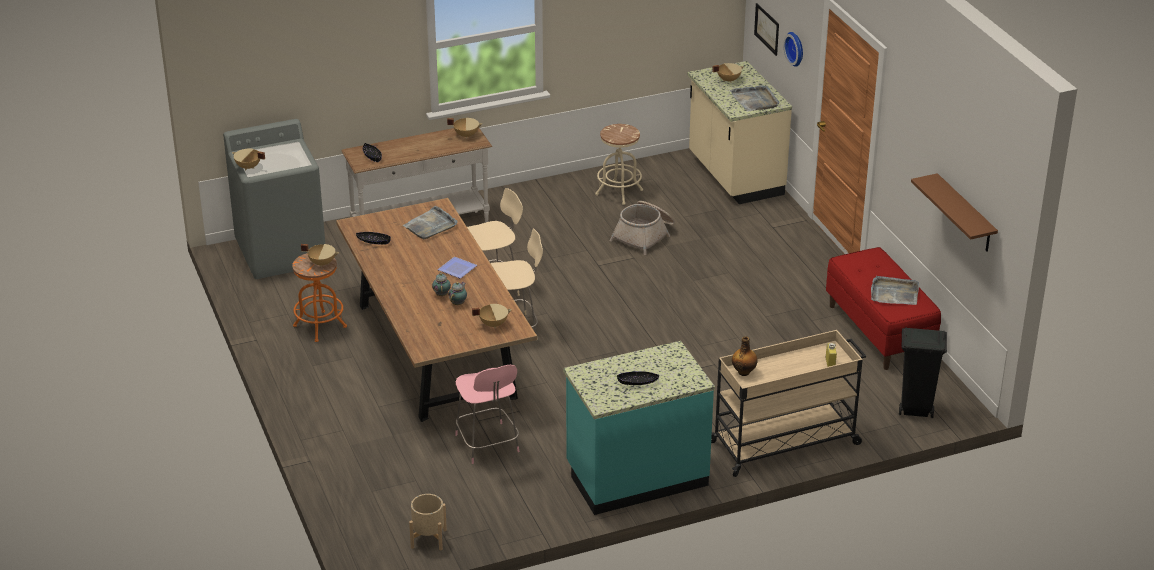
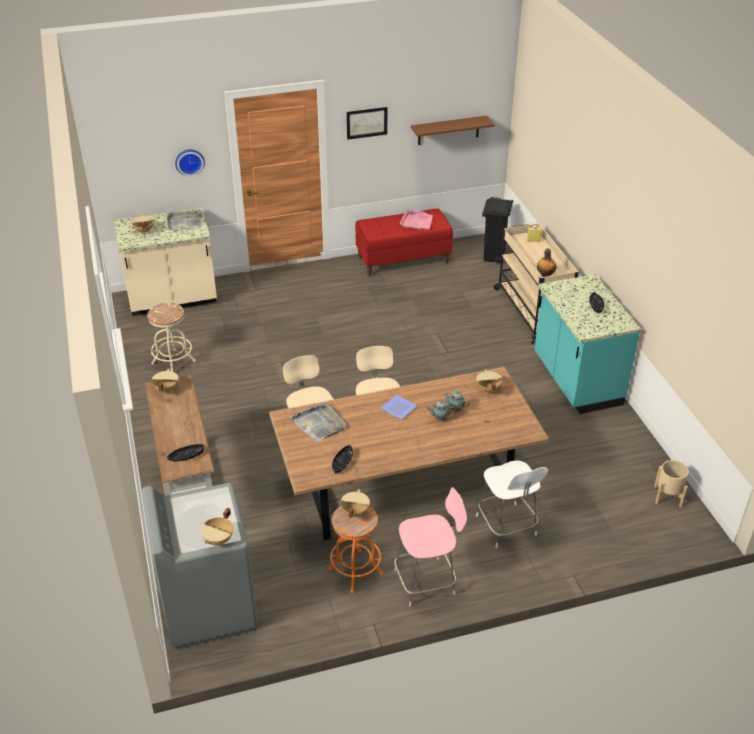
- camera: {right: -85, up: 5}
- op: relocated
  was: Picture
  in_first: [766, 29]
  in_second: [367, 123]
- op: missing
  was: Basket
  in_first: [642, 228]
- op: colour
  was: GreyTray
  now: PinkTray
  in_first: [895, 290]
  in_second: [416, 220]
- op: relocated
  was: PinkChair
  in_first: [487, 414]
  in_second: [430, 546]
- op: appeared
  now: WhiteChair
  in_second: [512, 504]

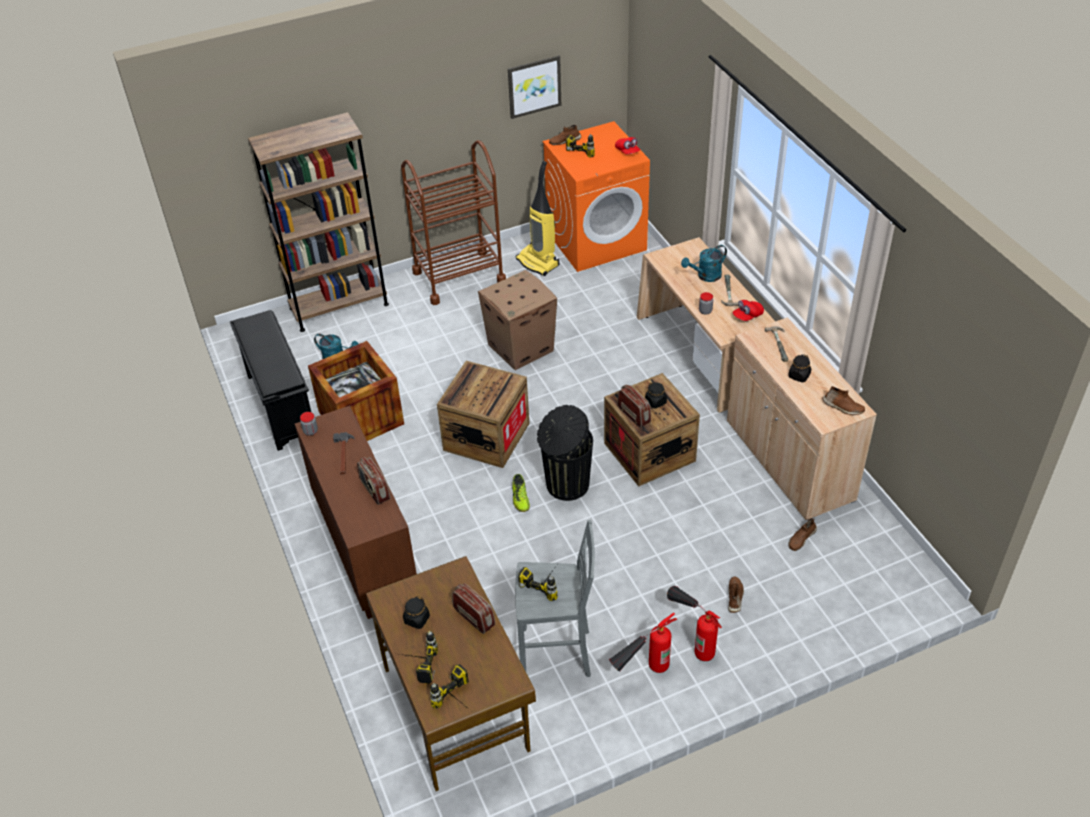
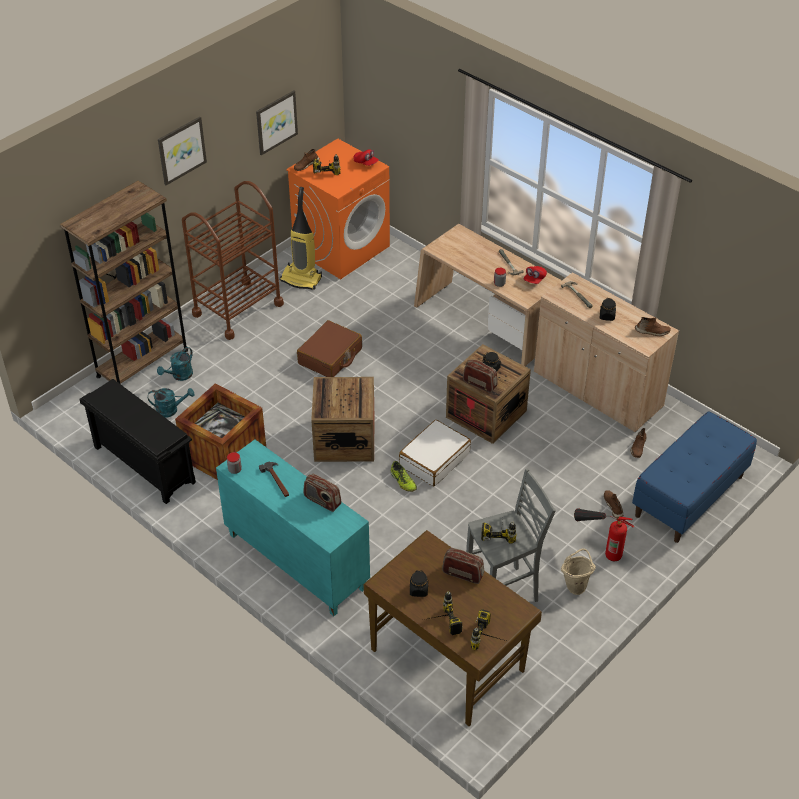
- camera: {right: -25, up: 0}
- op: relocated
  was: TurquoiseWateringCan
  in_first: [704, 263]
  in_second: [175, 364]
- op: exchanged
  was: CardboardBox
  now: BrownSuitcase
  in_first: [517, 320]
  in_second: [329, 348]
- op: exchanged
  was: BlackTrashCan
  now: WhiteSuitcase
  in_first: [565, 453]
  in_second: [435, 453]
- op: colour
  was: BrownCabinet
  now: TurquoiseCabinet
  in_first: [356, 512]
  in_second: [293, 527]
- op: exchanged
  was: FireExtinguisher
  now: BeigeBucket
  in_first: [643, 642]
  in_second: [578, 572]
- op: appeared
  now: Picture
  in_second: [182, 151]
- op: appeared
  now: BlueBench
  in_second: [694, 477]

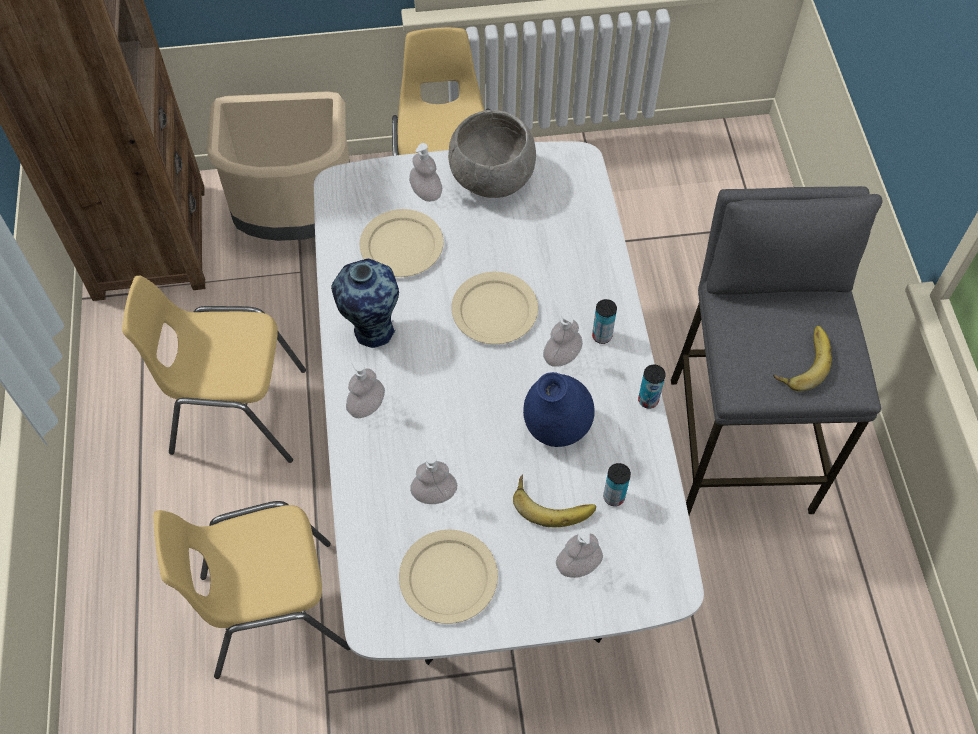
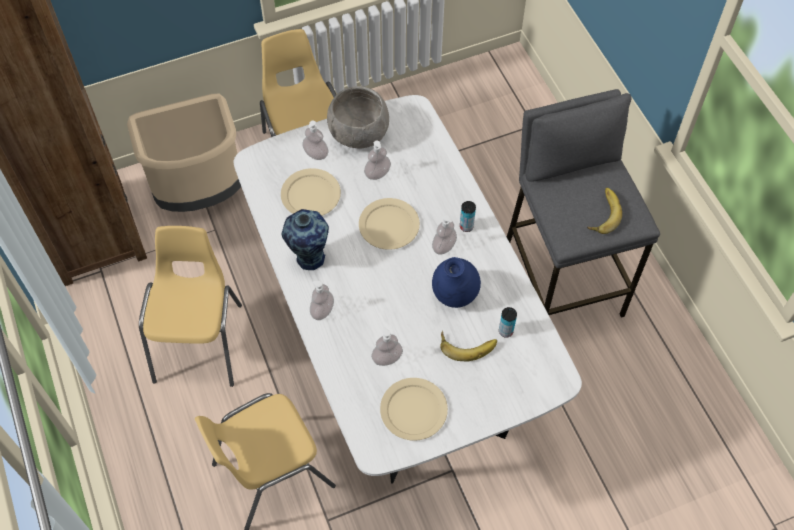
- camera: {right: -15, up: 0}
- op: spun
  was: YellowChair
  in_first: [214, 369]
  in_second: [190, 306]
  clockwise: 105
- op: missing
  was: Can
  in_first: [652, 386]
- op: relocated
  was: SoapDispenser
  in_first: [579, 553]
  in_second: [377, 160]

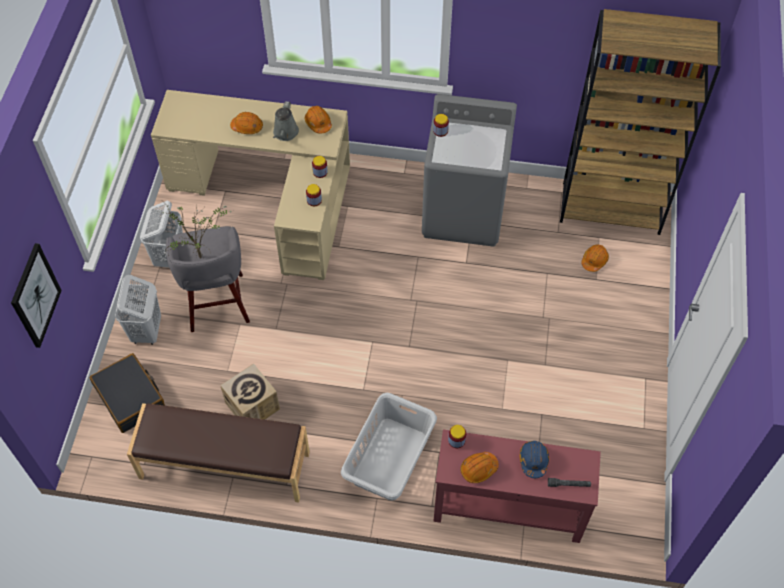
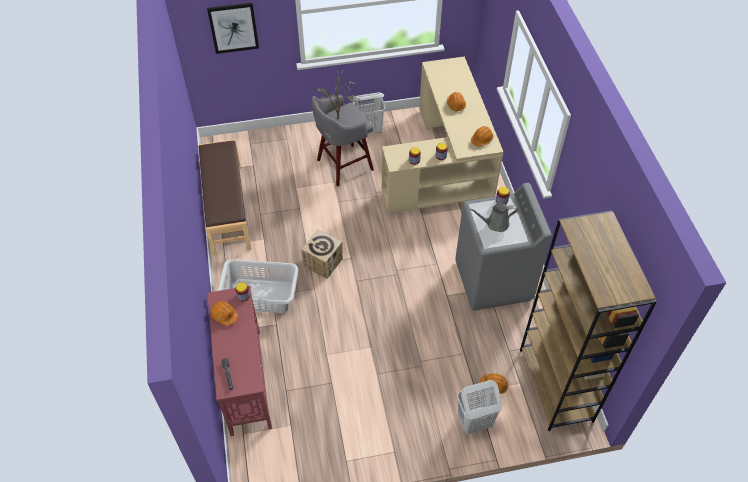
- camera: {right: 70, up: -5}
- op: relocated
  was: GreyWateringCan
  in_first: [286, 121]
  in_second: [493, 217]
- op: relocated
  was: WhiteLaundryBasket
  in_first: [138, 310]
  in_second: [479, 407]
- op: missing
  was: BlackSuitcase
  in_first: [127, 393]
- op: relocated
  was: CardboardBox
  in_first: [250, 392]
  in_second: [322, 254]
- op: missing
  was: BlueHardHat
  in_first: [534, 459]

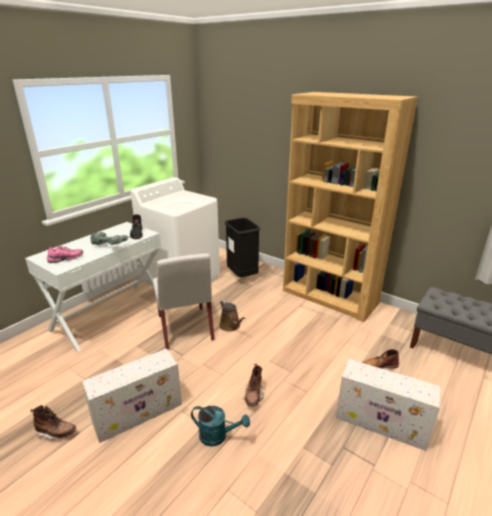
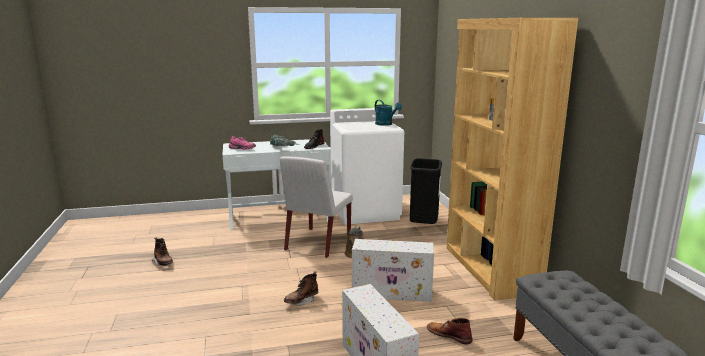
- camera: {right: 40, up: -10}
- op: relocated
  was: WhiteStorageBox
  in_first: [132, 396]
  in_second: [393, 270]
- op: relocated
  was: TurquoiseWateringCan
  in_first: [220, 426]
  in_second: [388, 113]

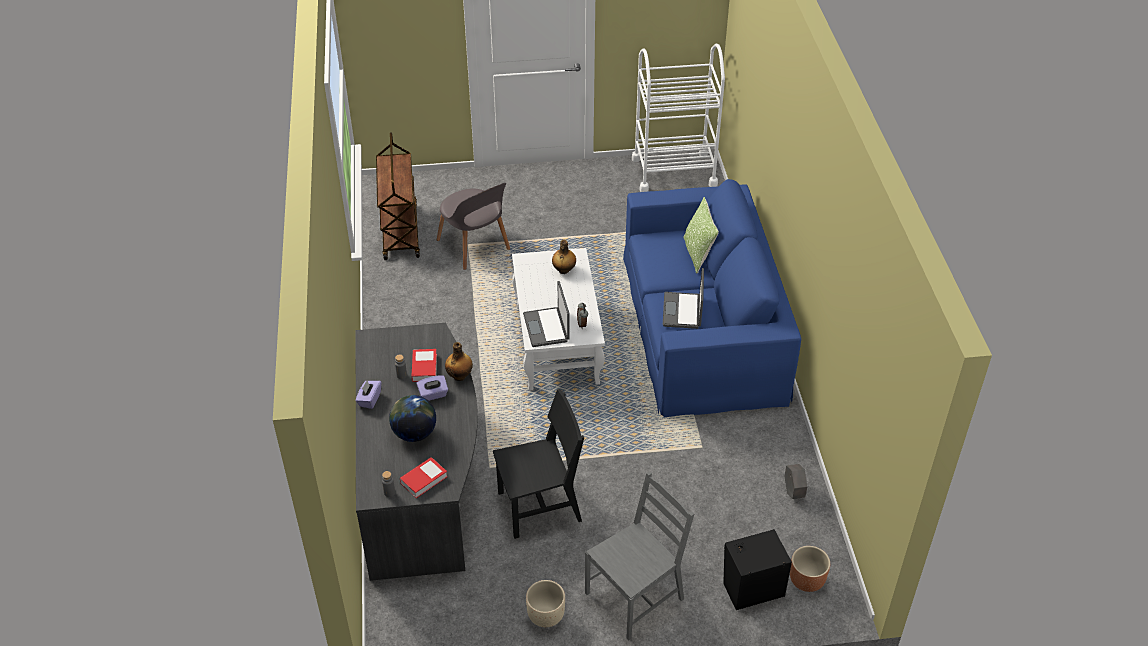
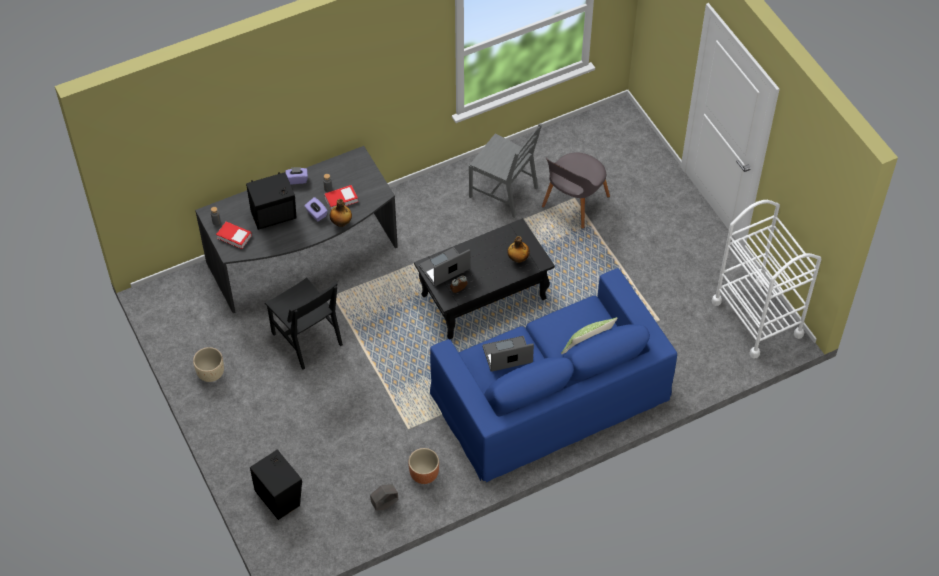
- camera: {right: 70, up: 10}
- op: missing
  was: BrownCart
  in_first: [398, 196]
- op: colour
  was: WhiteCoffeeTable
  now: BlackCoffeeTable
  in_first: [558, 319]
  in_second: [484, 278]
- op: exchanged
  was: Globe
  now: BlackSpeaker
  in_first: [412, 418]
  in_second: [271, 201]
- op: relocated
  was: GreyChair
  in_first: [639, 555]
  in_second: [505, 170]
- op: relocated
  was: BrownPlanter
  in_first: [810, 569]
  in_second: [423, 466]

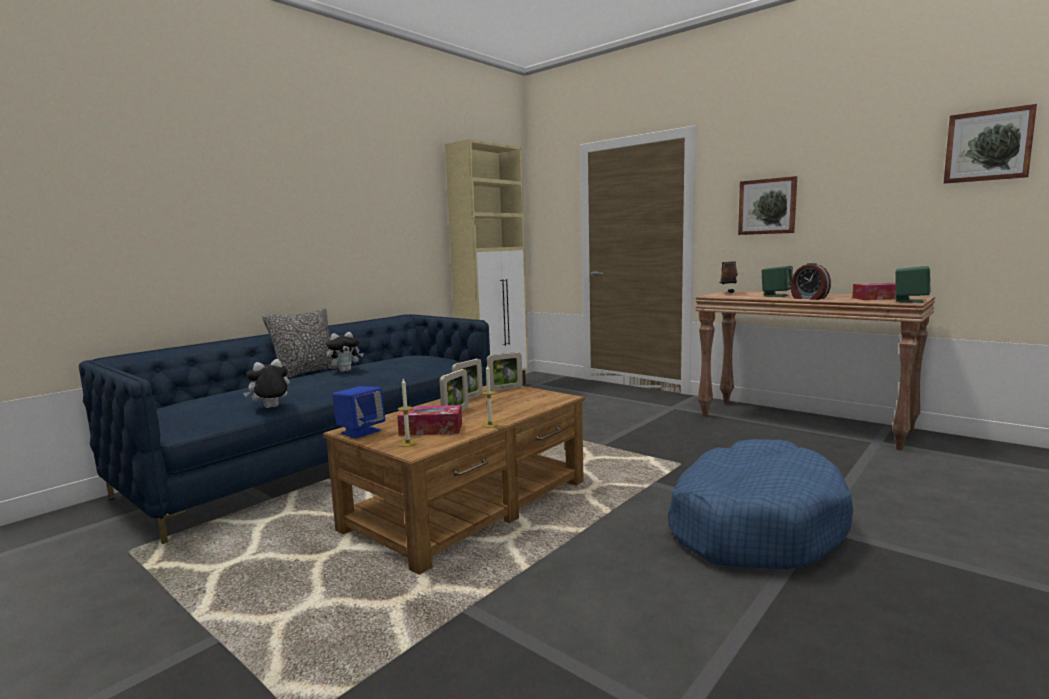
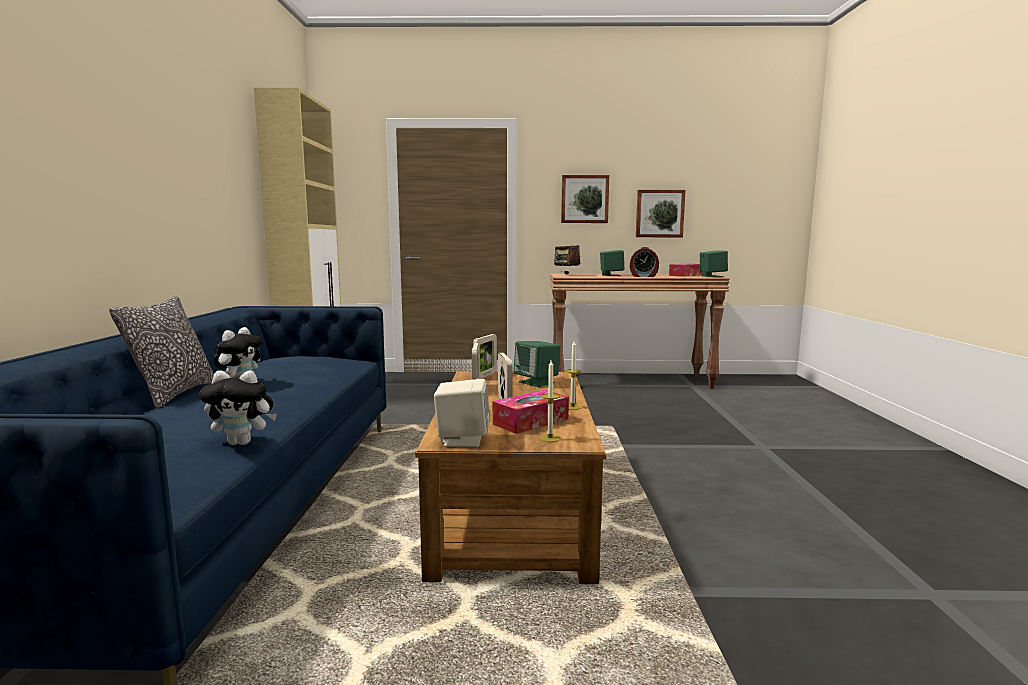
- camera: {right: -40, up: 0}
- op: relocated
  was: Picture
  in_first: [990, 144]
  in_second: [661, 213]
- op: spun
  was: PlushToy
  in_first: [266, 383]
  in_second: [238, 407]
  clockwise: -105
- op: colour
  was: BlueSpeaker
  now: BeigeSpeaker
  in_first: [358, 412]
  in_second: [462, 413]
- op: missing
  was: BlueDogBed
  in_first: [760, 504]
- op: appeared
  now: GreenSpeaker
  in_second: [537, 364]

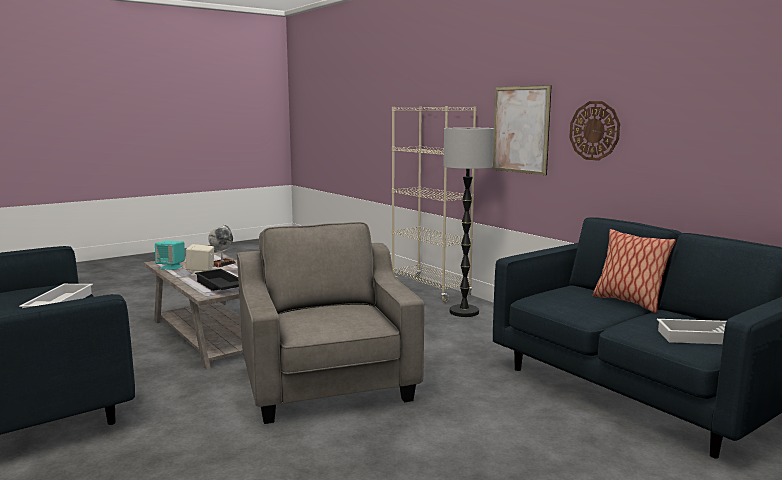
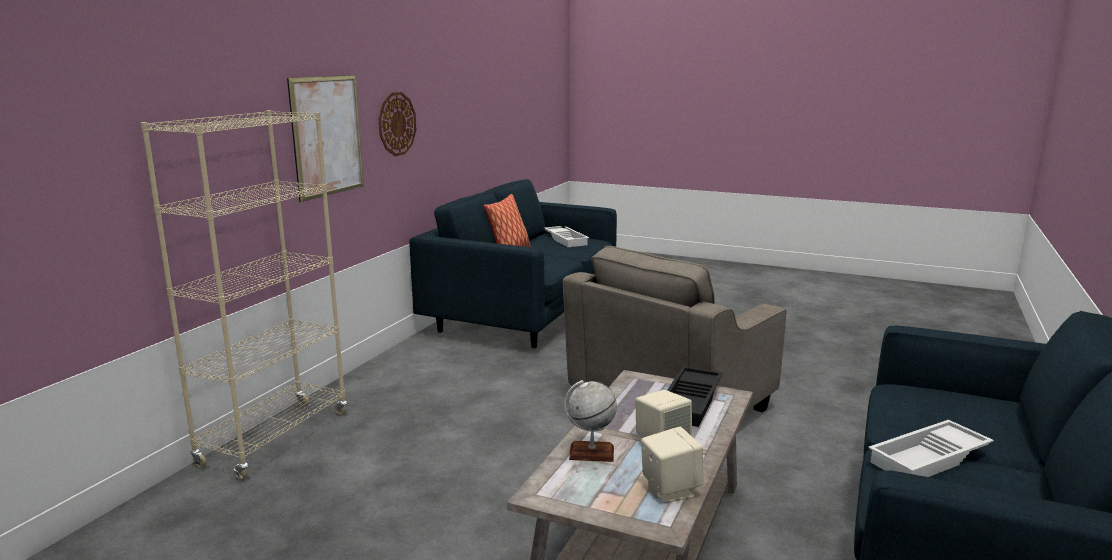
- camera: {right: -120, up: 5}
- op: missing
  was: FloorLamp
  in_first: [468, 222]
- op: colour
  was: TurquoiseSpeaker
  now: BeigeSpeaker
  in_first: [170, 255]
  in_second: [672, 465]

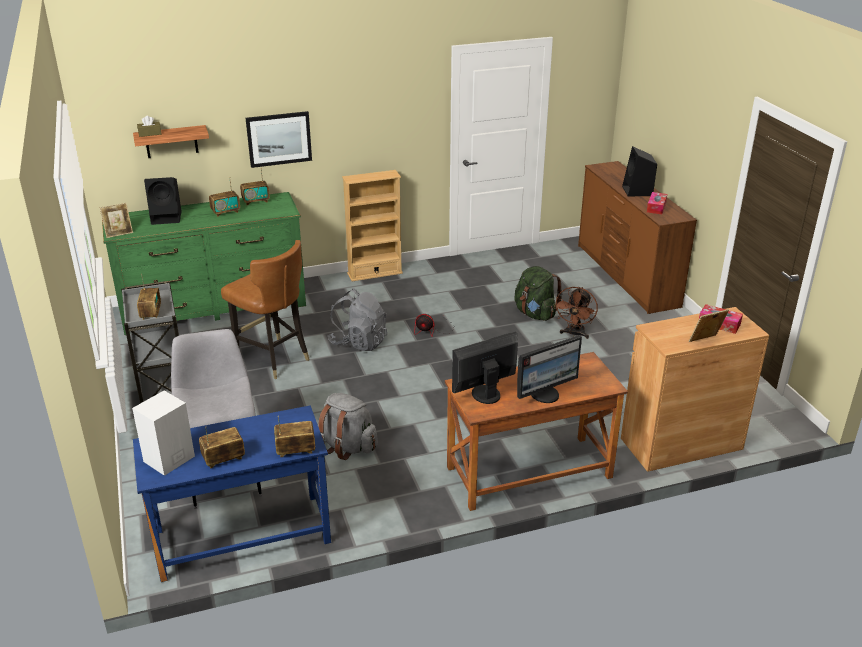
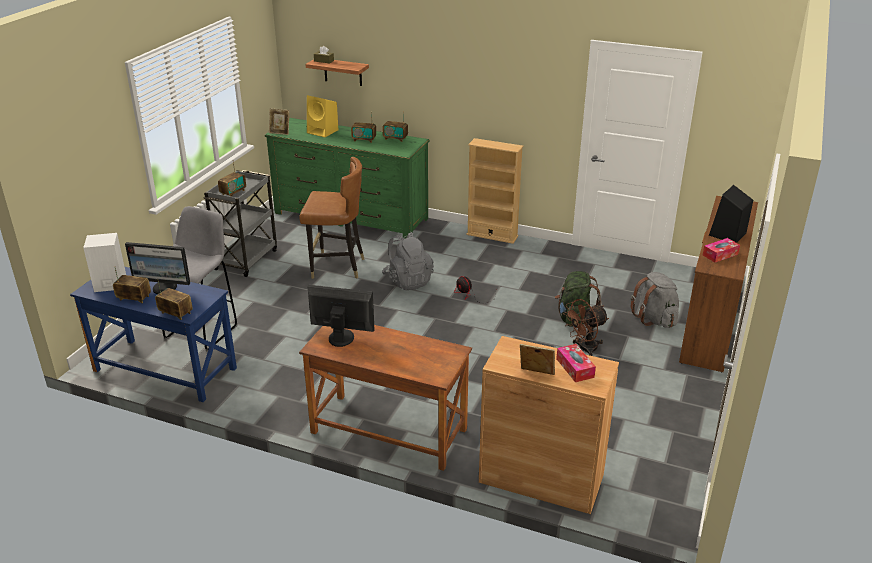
- camera: {right: 40, up: 0}
- op: missing
  was: Picture
  in_first: [279, 139]
- op: colour
  was: BlackSpeaker
  now: YellowSpeaker
  in_first: [162, 201]
  in_second: [322, 116]
- op: spun
  was: BrownChair
  in_first: [265, 309]
  in_second: [332, 218]
  clockwise: -75
- op: relocated
  was: Monitor
  in_first: [549, 369]
  in_second: [157, 268]
- op: relocated
  was: GreyBackpack
  in_first: [348, 426]
  in_second: [655, 300]

